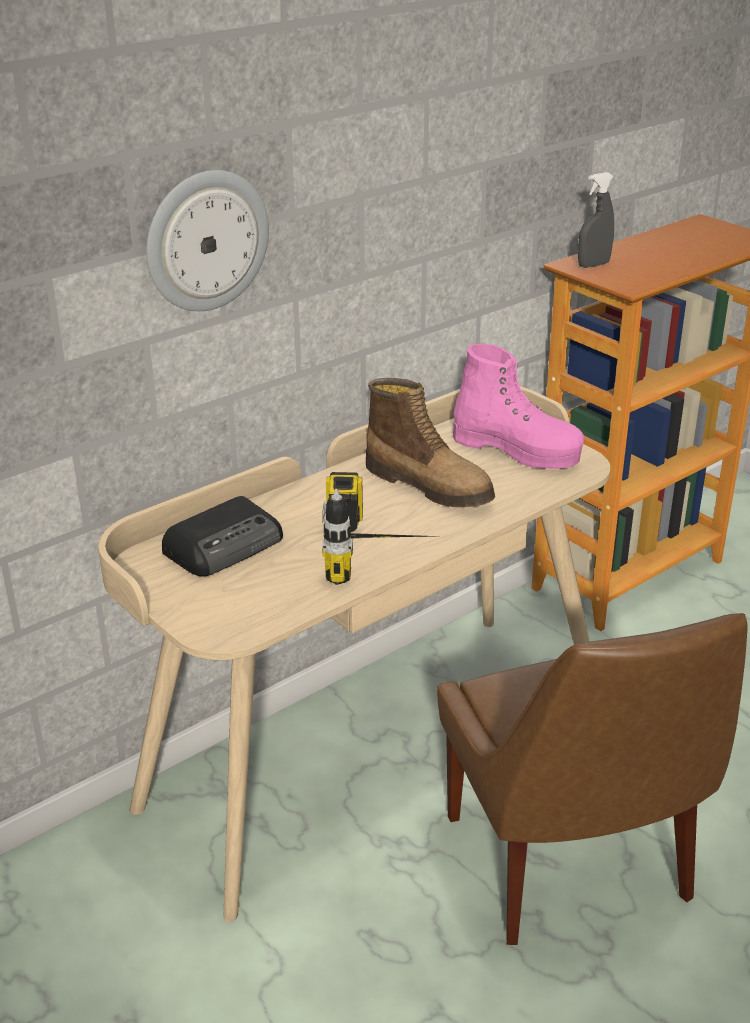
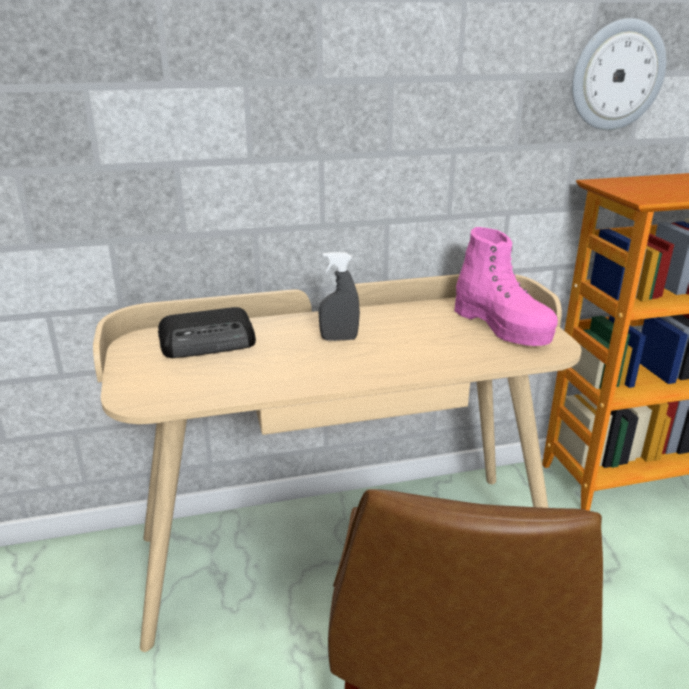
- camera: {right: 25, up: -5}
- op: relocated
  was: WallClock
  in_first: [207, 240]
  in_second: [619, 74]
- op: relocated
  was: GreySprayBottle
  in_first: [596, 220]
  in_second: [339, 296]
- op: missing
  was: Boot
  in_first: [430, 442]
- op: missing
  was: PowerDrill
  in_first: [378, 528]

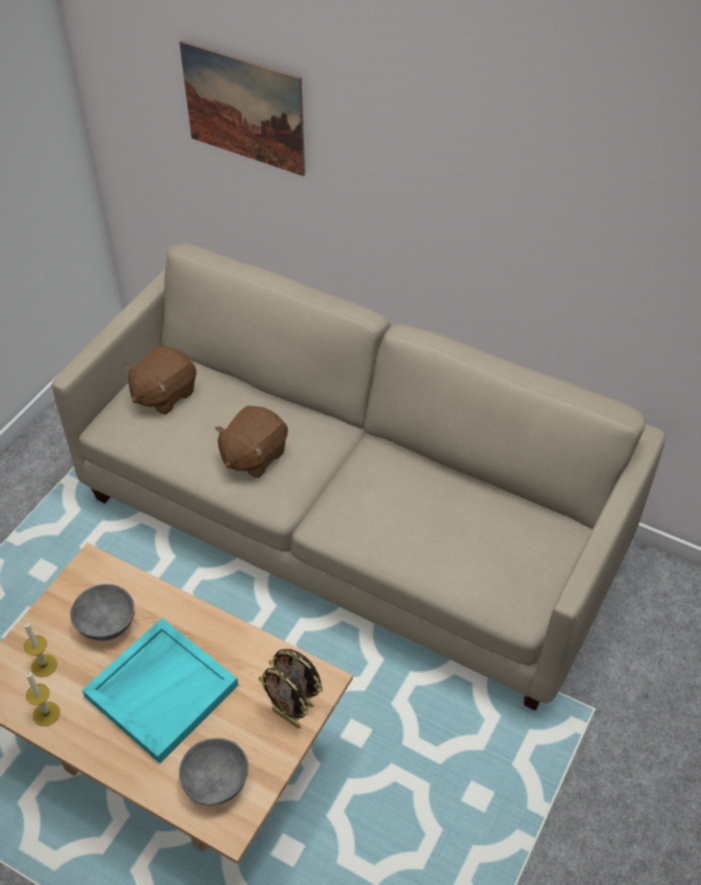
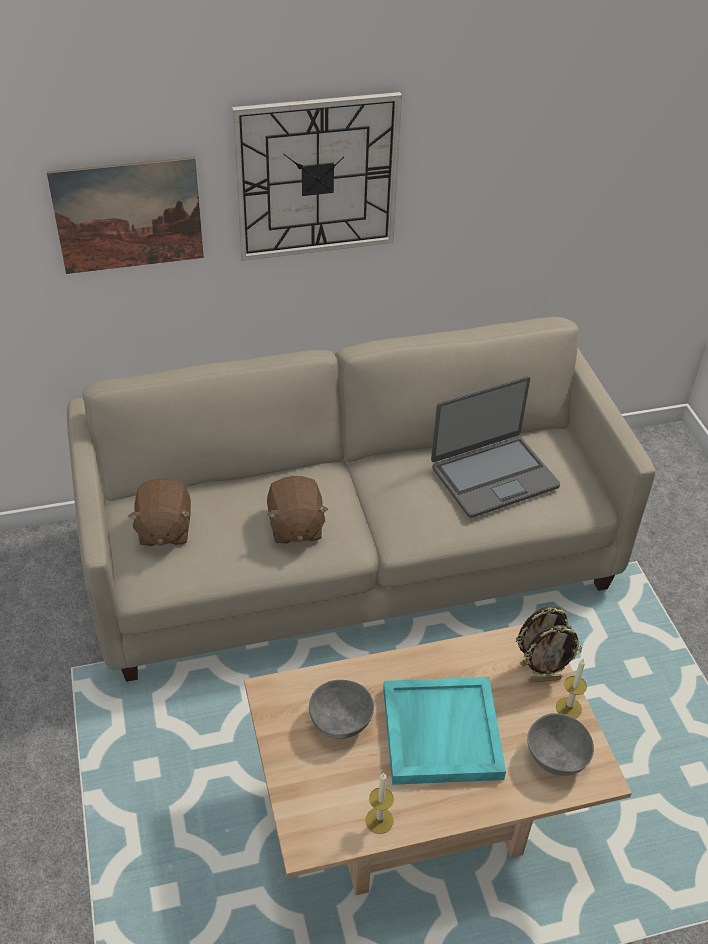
- camera: {right: -45, up: -5}
- op: relocated
  was: Candle
  in_first: [40, 649]
  in_second: [571, 688]
- op: appeared
  now: WallClock
  in_second: [317, 176]
- op: appeared
  now: Laptop
  in_second: [495, 447]

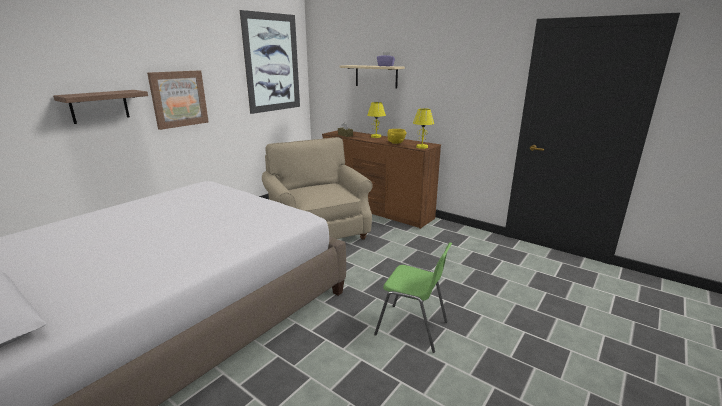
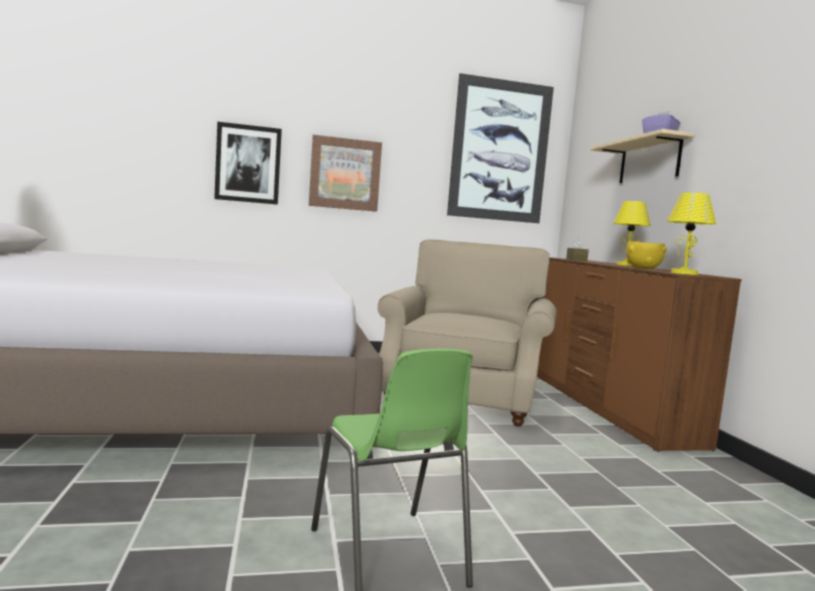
- camera: {right: 40, up: -15}
- op: exchanged
  was: Shelf
  now: Picture
  in_first: [100, 107]
  in_second: [248, 163]

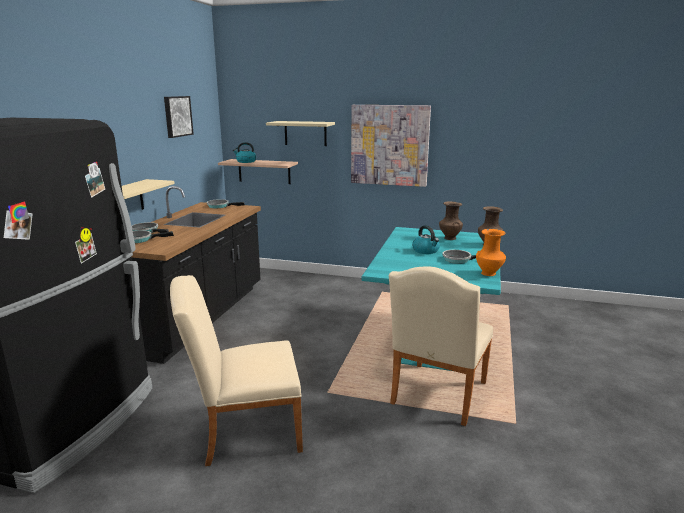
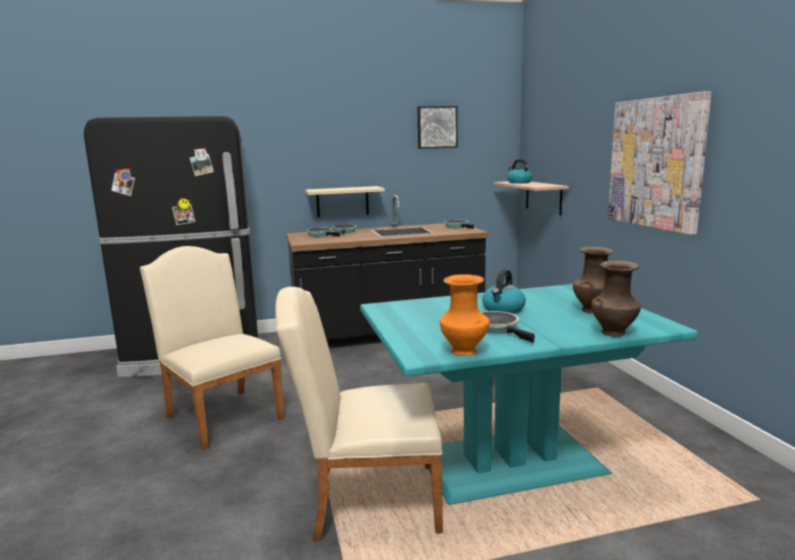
- camera: {right: 60, up: -5}
- op: missing
  was: BeigeShelf
  in_first: [300, 133]

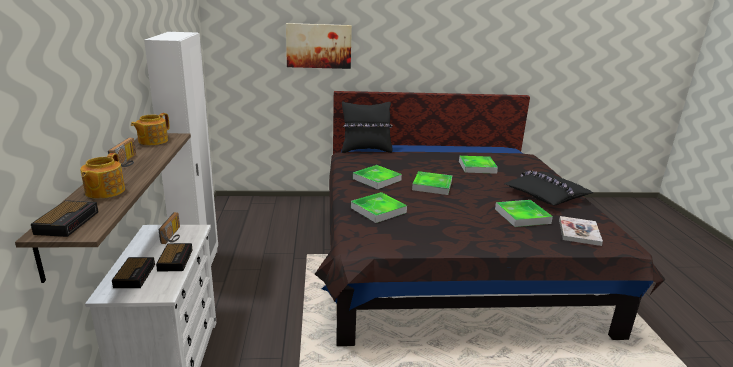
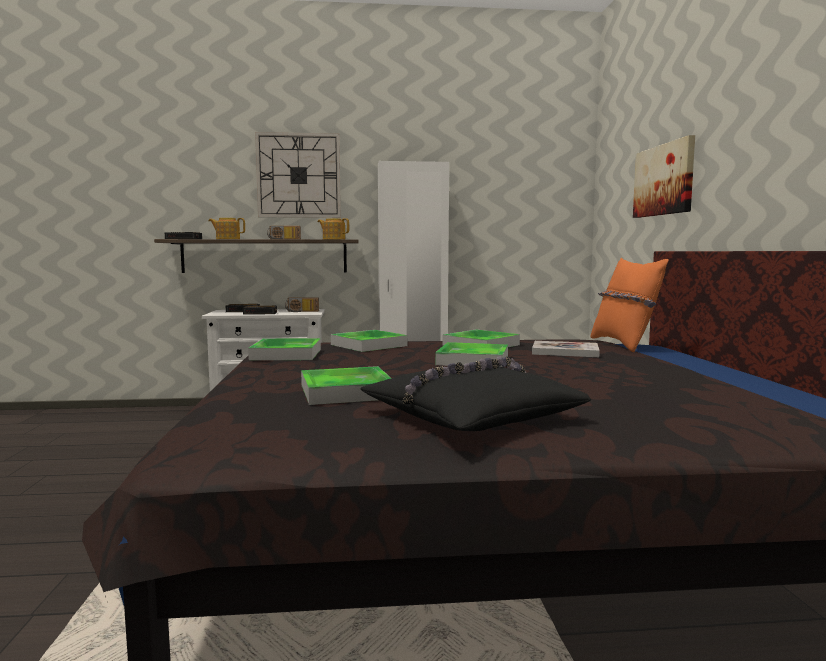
- camera: {right: 90, up: -15}
- op: colour
  was: BlackPillow
  now: OrangePillow
  in_first: [367, 127]
  in_second: [629, 305]
- op: relocated
  was: Tray
  in_first: [478, 165]
  in_second: [284, 349]
- op: relocated
  was: Book
  in_first: [581, 231]
  in_second: [566, 349]
- op: appeared
  now: WallClock
  in_second: [298, 175]

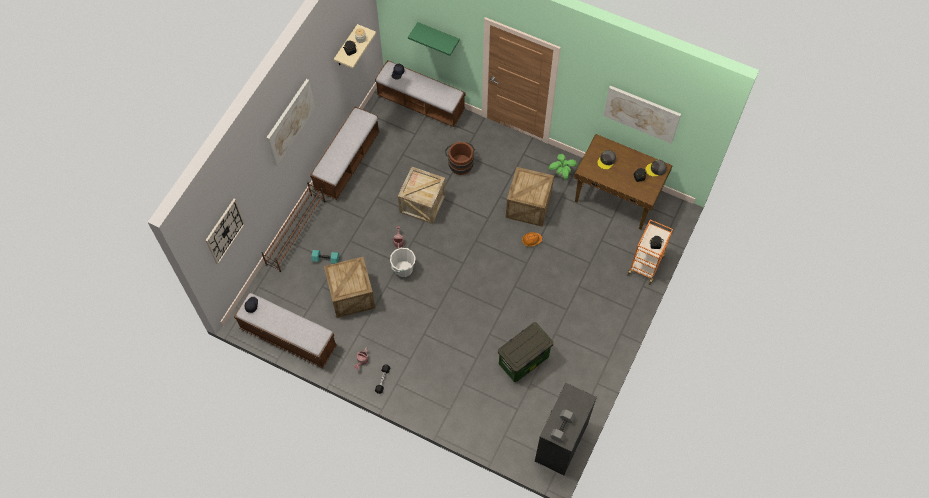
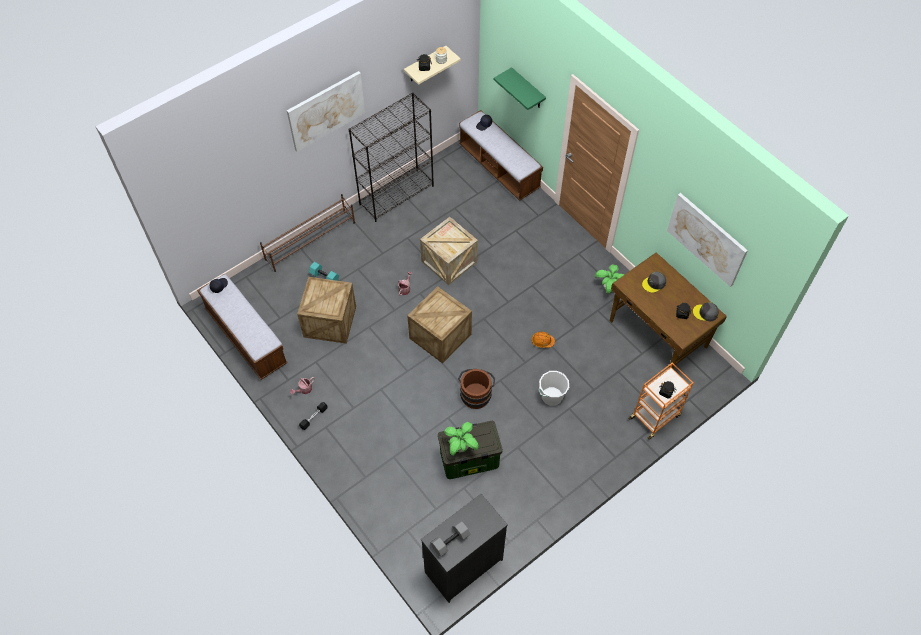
- camera: {right: 25, up: -5}
- op: exchanged
  was: Bench
  now: BlackBookcase
  in_first: [345, 153]
  in_second: [391, 157]
- op: relocated
  was: BrownBucket
  in_first: [460, 158]
  in_second: [476, 389]
- op: relocated
  was: Crate
  in_first: [530, 197]
  in_second: [439, 325]
- op: missing
  was: WallClock
  in_first: [225, 232]
- op: relocated
  was: WhiteBucket
  in_first: [403, 262]
  in_second: [553, 388]
- op: appeared
  now: PottedPlant
  in_second: [461, 439]

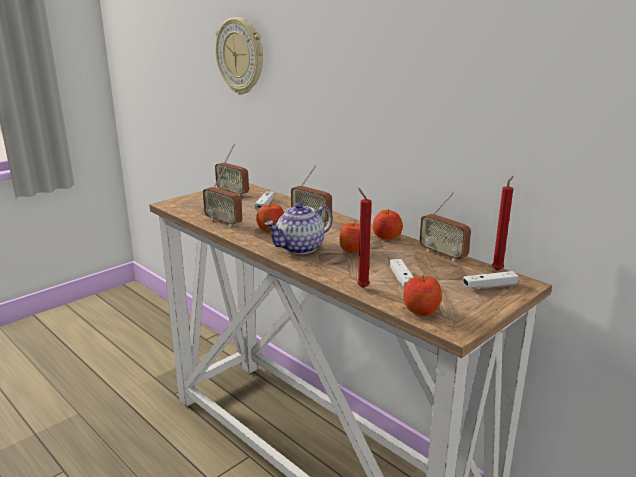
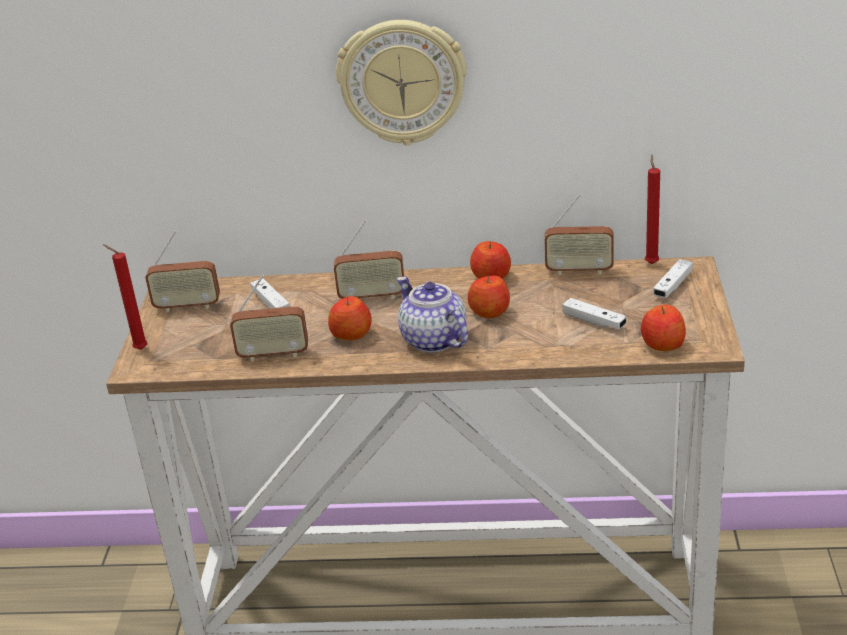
- camera: {right: -40, up: 10}
- op: relocated
  was: WallClock
  in_first: [239, 56]
  in_second: [401, 83]
- op: relocated
  was: RedCandle
  in_first: [364, 238]
  in_second: [125, 297]
- op: spun
  was: Teapot
  in_first: [299, 228]
  in_second: [432, 315]
  clockwise: 135

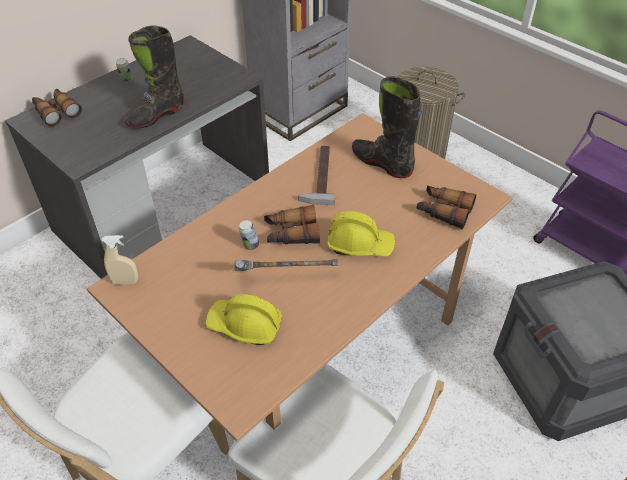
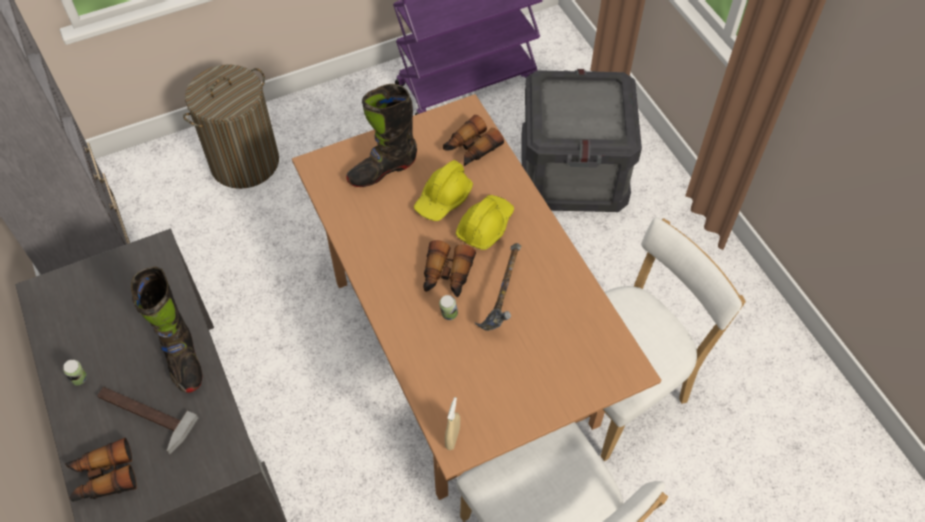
- camera: {right: -70, up: 10}
- op: relocated
  was: Hammer
  in_first: [316, 175]
  in_second: [147, 420]
- op: relocated
  was: YellowHardHat
  in_first: [243, 319]
  in_second: [443, 190]

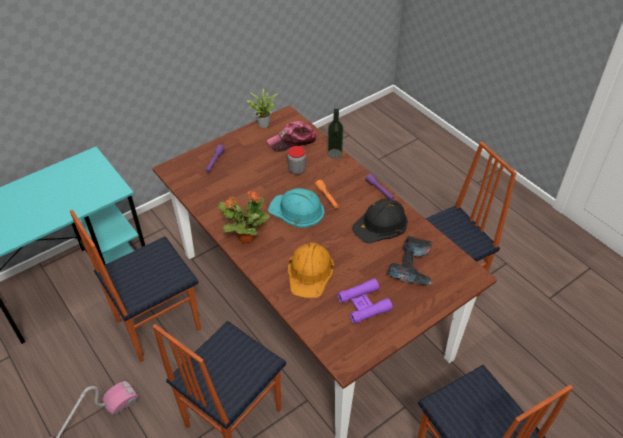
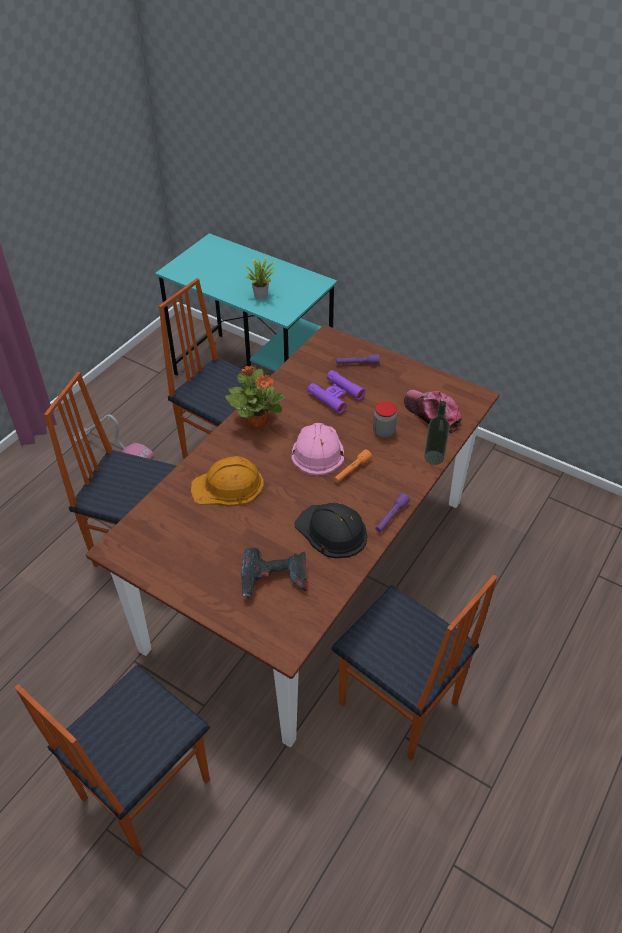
- camera: {right: 70, up: 0}
- op: relocated
  was: PottedPlant
  in_first: [262, 108]
  in_second: [260, 277]
- op: colour
  was: TurquoiseHardHat
  now: PinkHardHat
  in_first: [296, 208]
  in_second: [317, 449]
- op: relocated
  was: PurpleBinoculars
  in_first: [365, 301]
  in_second: [336, 392]

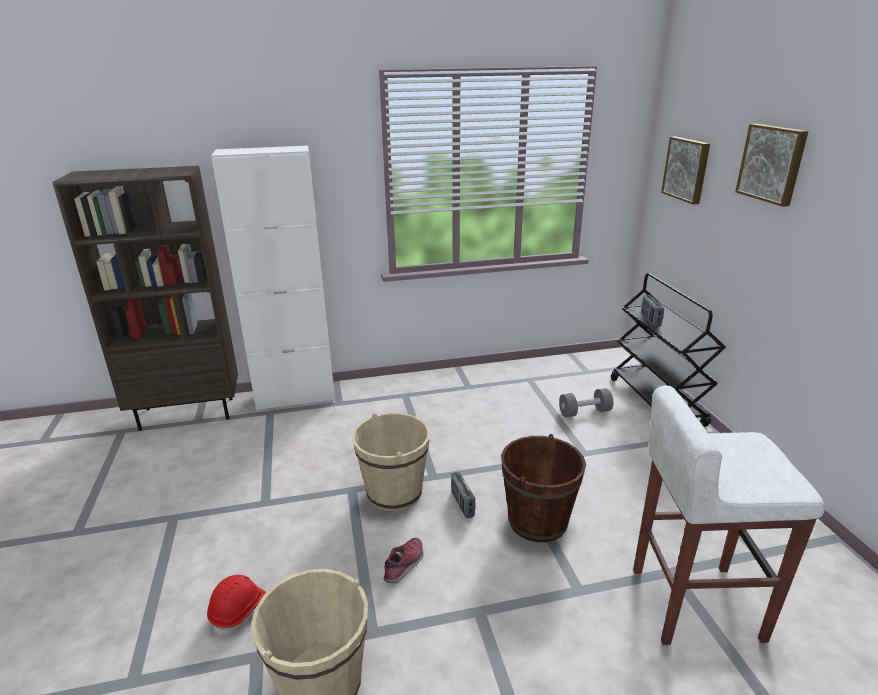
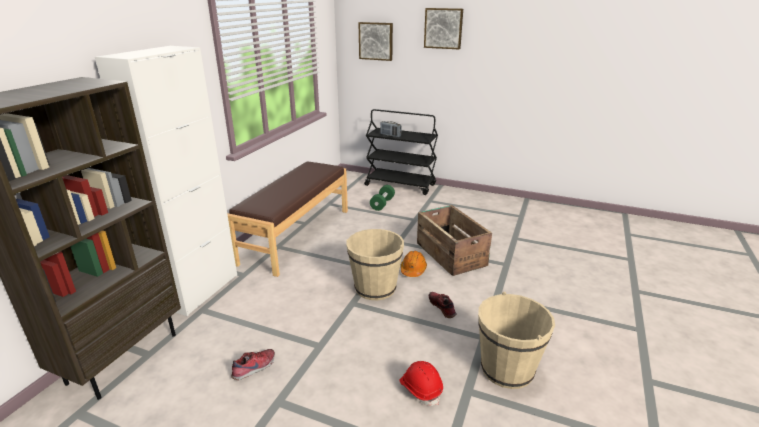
- camera: {right: -55, up: 0}
- op: missing
  was: WhiteStool
  in_first: [729, 515]
- op: colour
  was: GreyDumbbell
  now: GreenDumbbell
  in_first: [586, 402]
  in_second: [382, 198]
- op: exchanged
  was: BrownBucket
  now: Crate
  in_first: [543, 488]
  in_second: [454, 240]
- op: exchanged
  was: Radio
  now: OrangeHardHat
  in_first: [463, 495]
  in_second: [414, 264]
- op: appeared
  now: BrownBench
  in_second: [287, 219]
- op: appeared
  now: Shoe
  in_second: [253, 364]

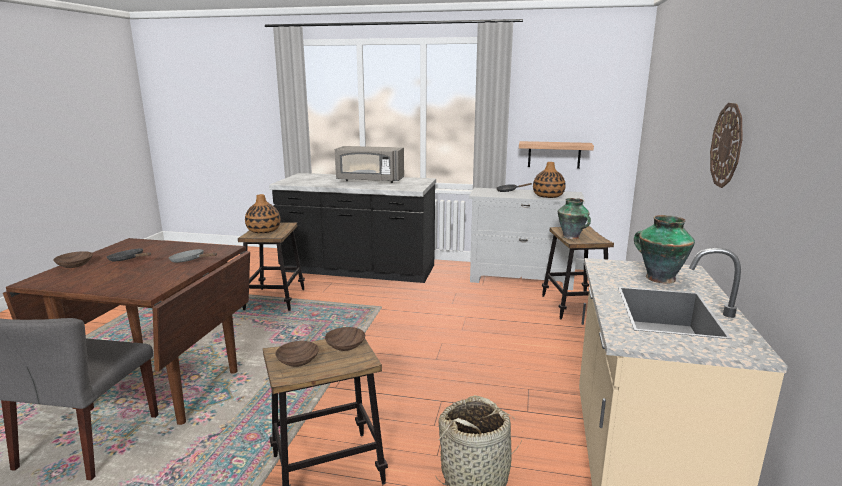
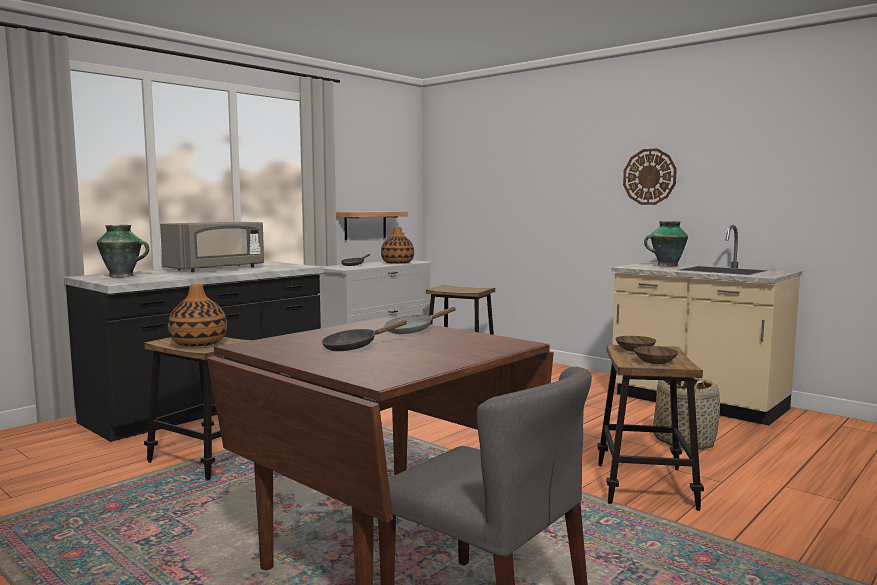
- camera: {right: -60, up: -10}
- op: relocated
  was: Vase
  in_first: [574, 218]
  in_second: [123, 251]
- op: missing
  was: BrownBowl
  in_first: [73, 259]

